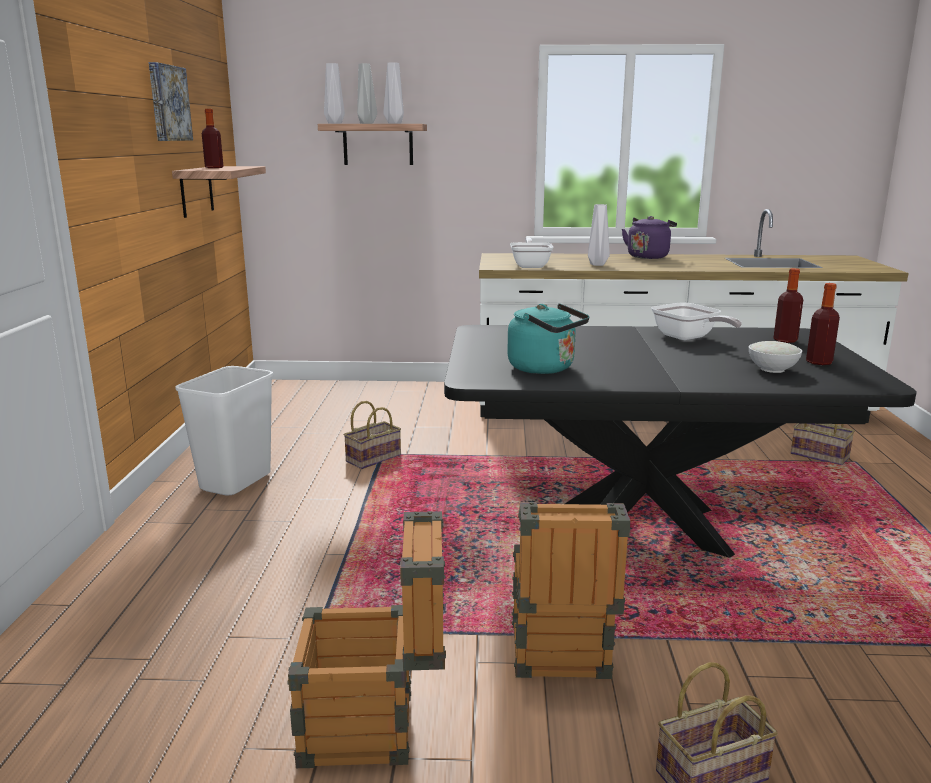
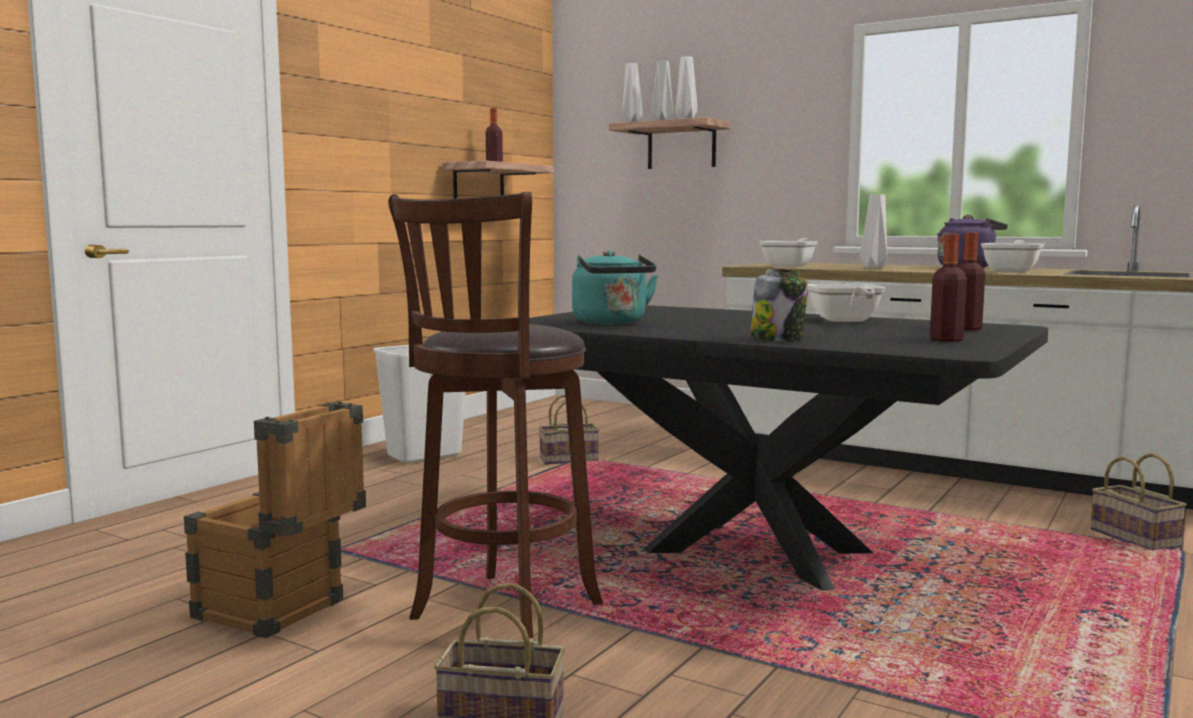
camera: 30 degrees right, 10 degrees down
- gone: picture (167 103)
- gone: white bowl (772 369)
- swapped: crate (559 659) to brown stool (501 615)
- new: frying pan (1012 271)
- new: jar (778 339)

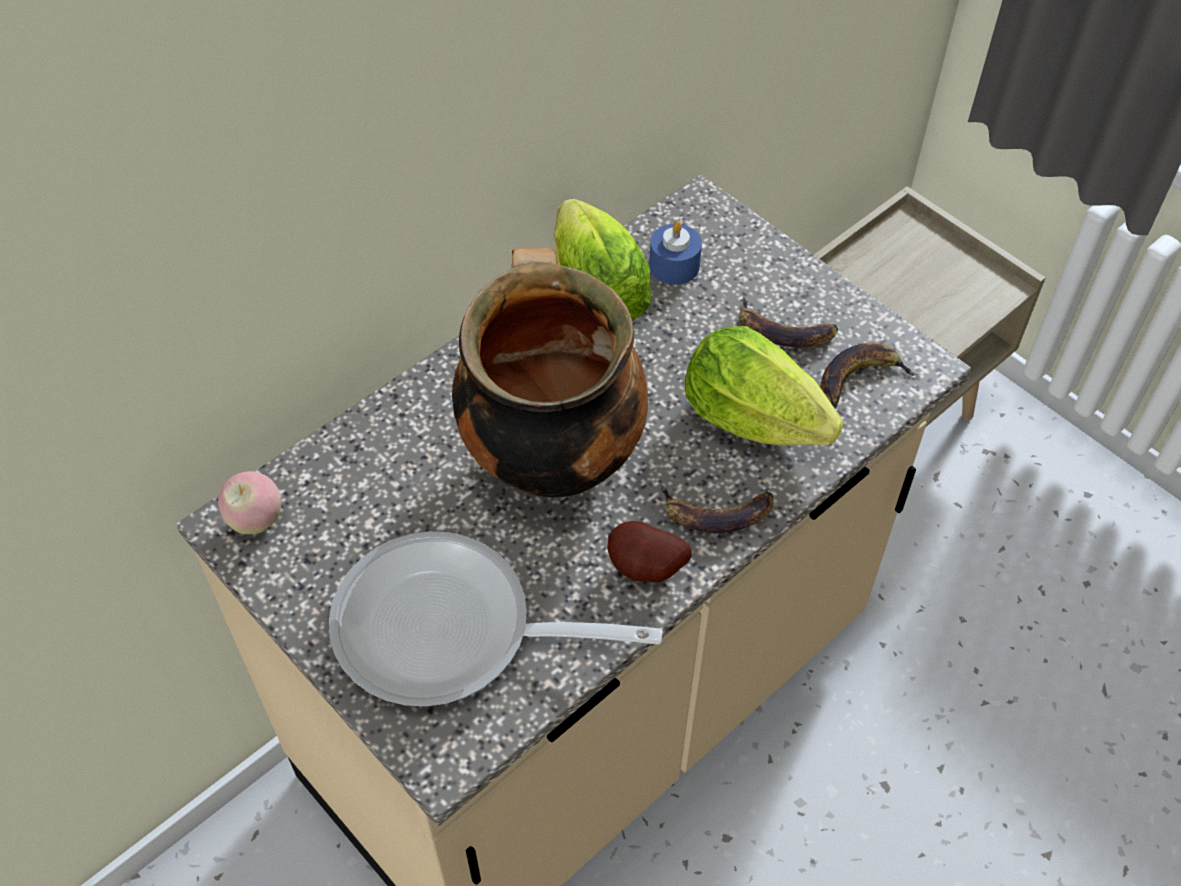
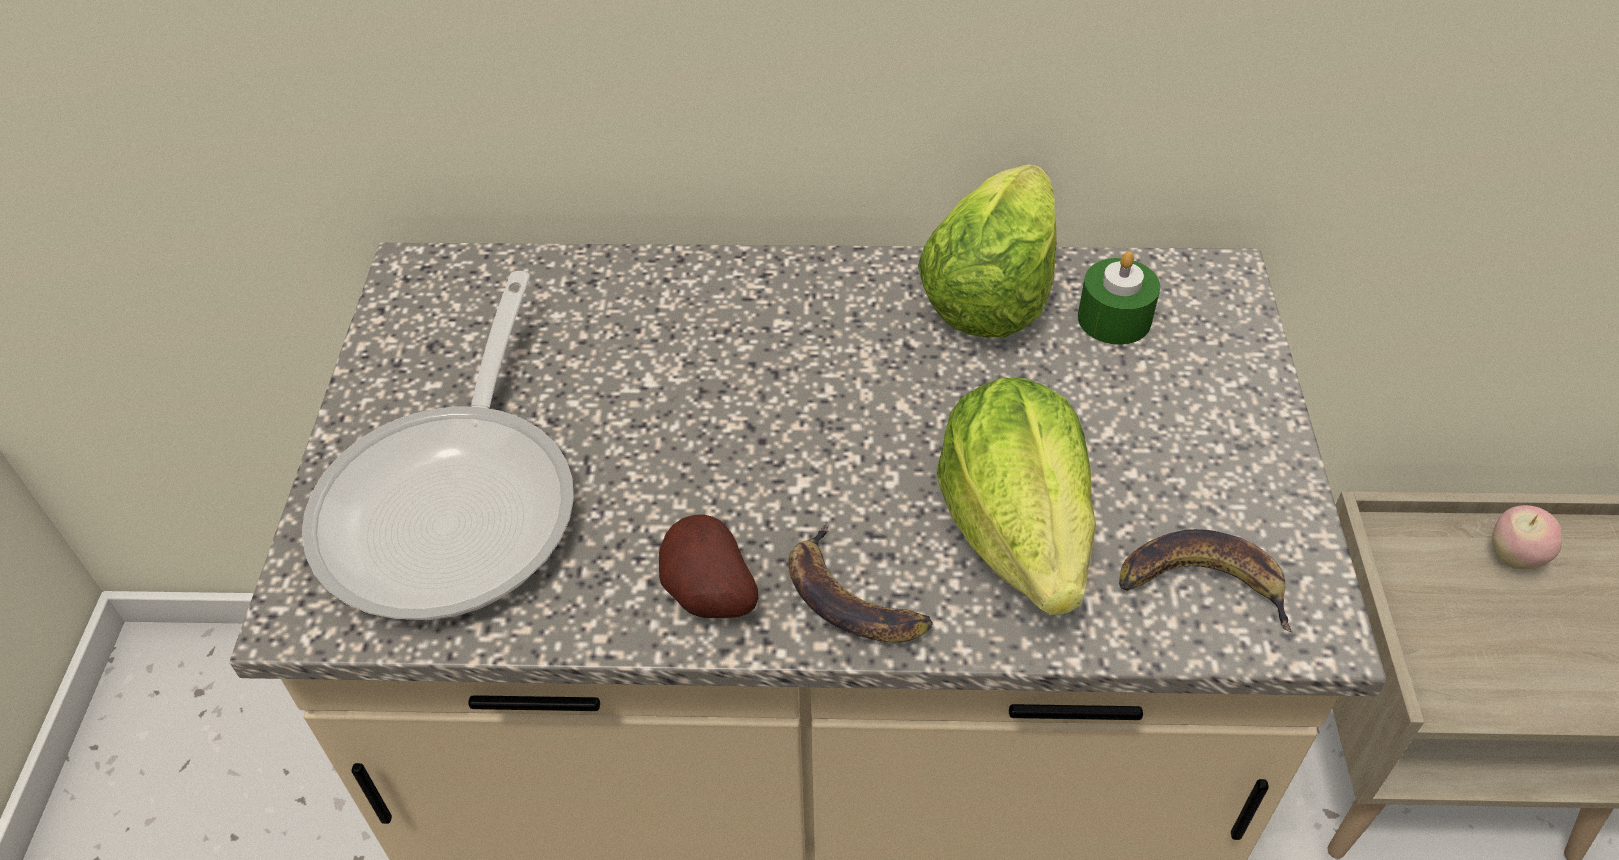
camera: 45 degrees right, 5 degrees down
- repainted: blue candle (674 265) to green candle (1114 318)
- gone: cooking pot (550 455)
- gone: banana (784 331)
- shifted: apple (256 520) to (1513 557)
- rotated: frying pan (451 632) = (458 503) 135 degrees counterclockwise

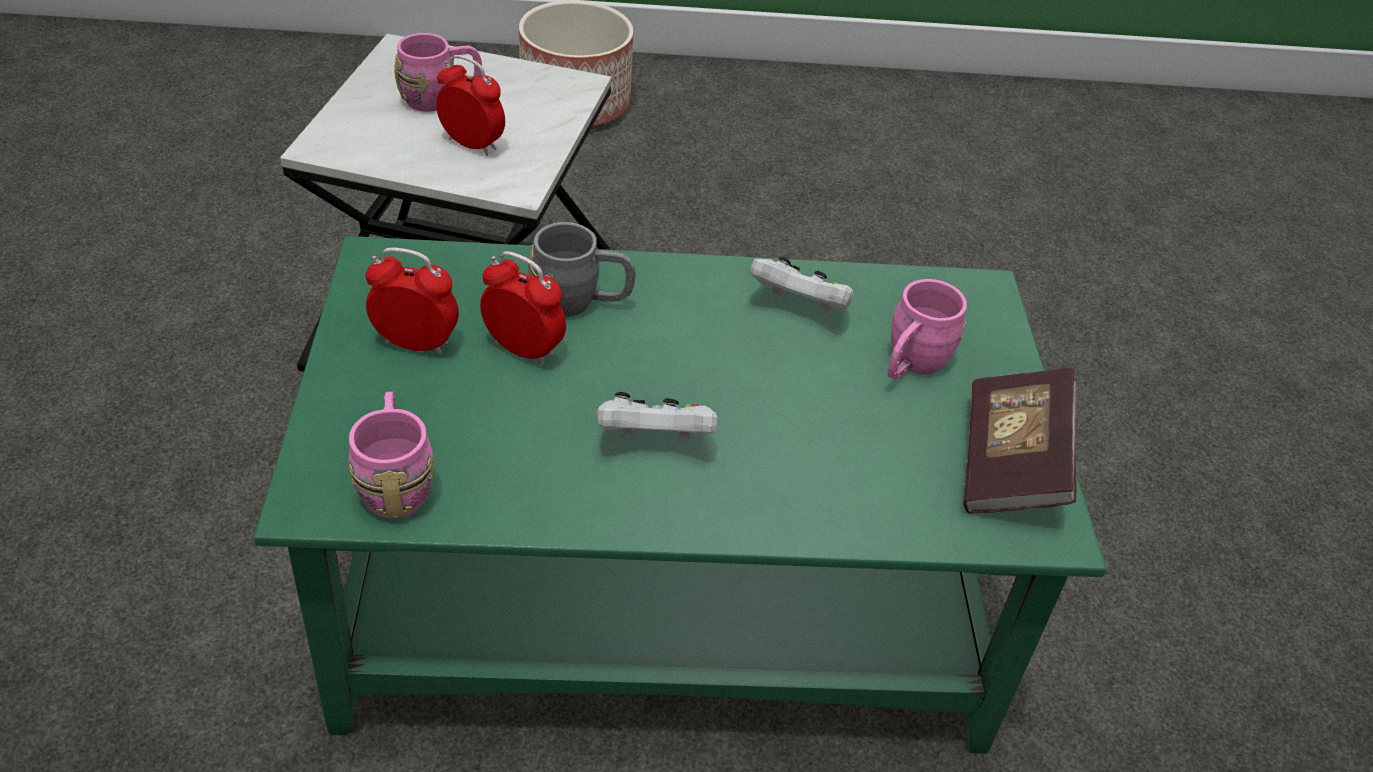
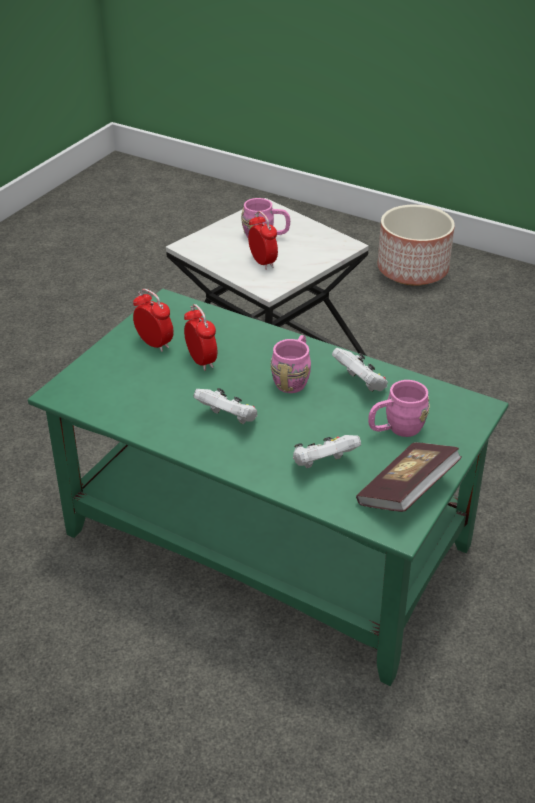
camera: 35 degrees right, 5 degrees down
- gone: grey mug (580 302)
- shifted: pink mug (395 481) to (293 378)
- new: white game controller (323 464)

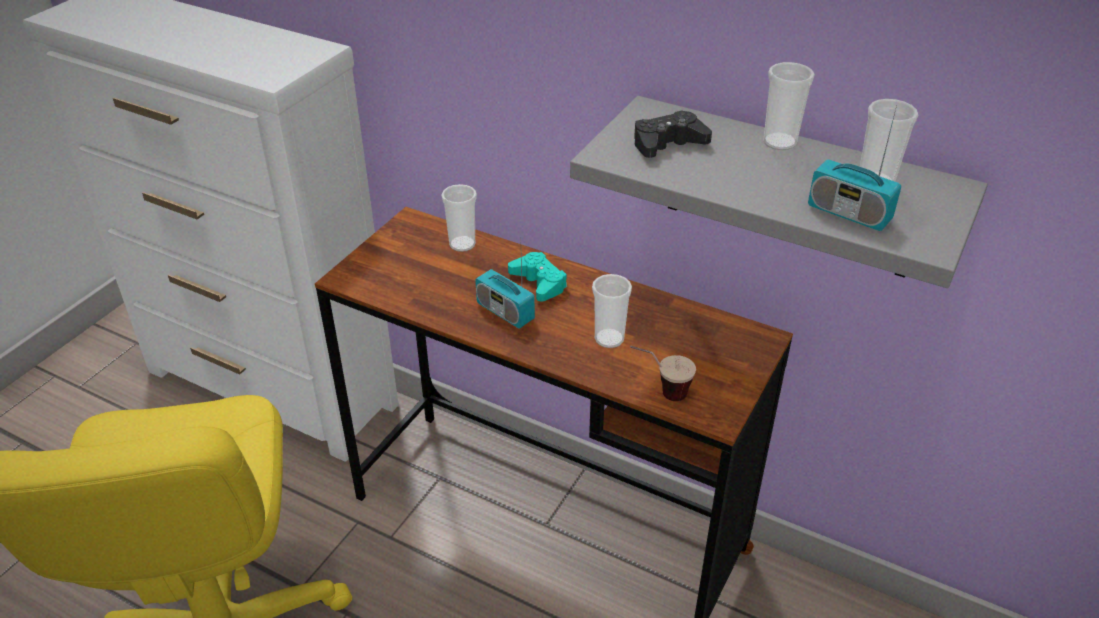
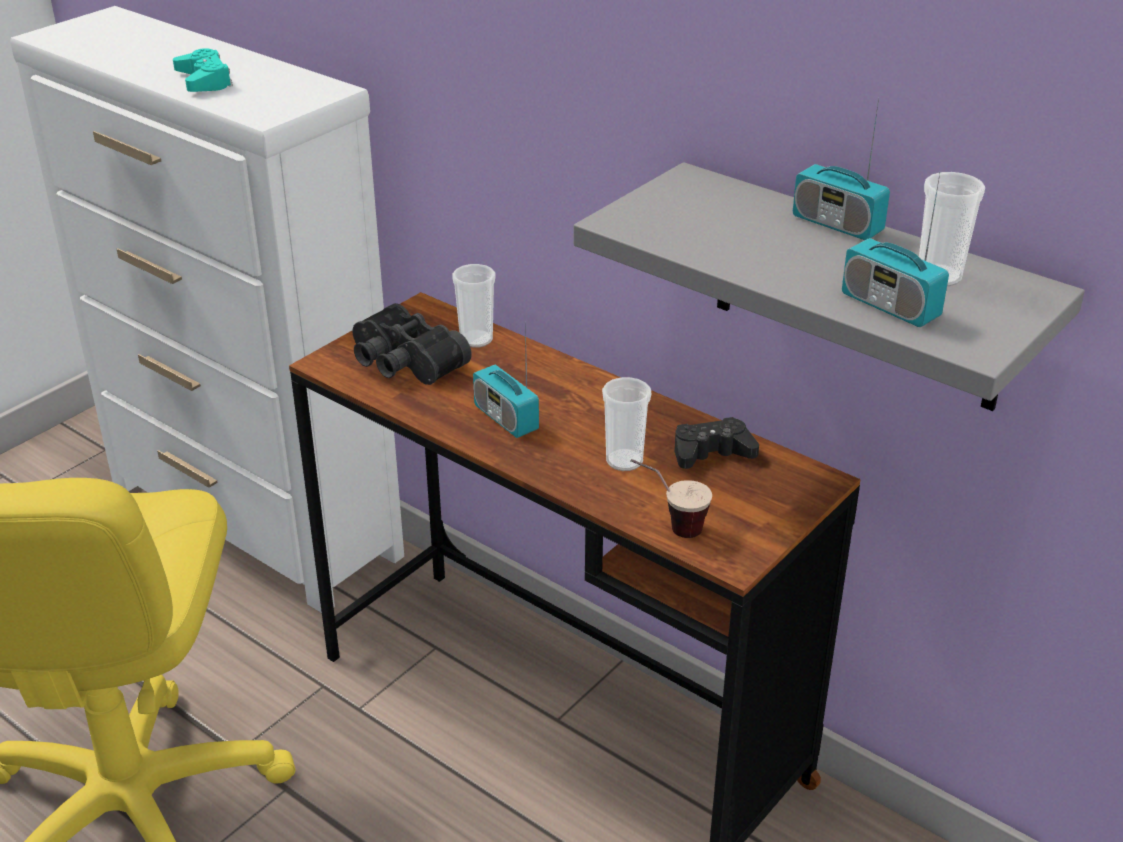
camera: 10 degrees right, 5 degrees down
- swapped: cup (779 142) to radio (837 224)
- shifted: black game controller (668 143) to (711 452)
- shifted: turquoise game controller (539 282) to (204 81)
- new: black binoculars (403 363)

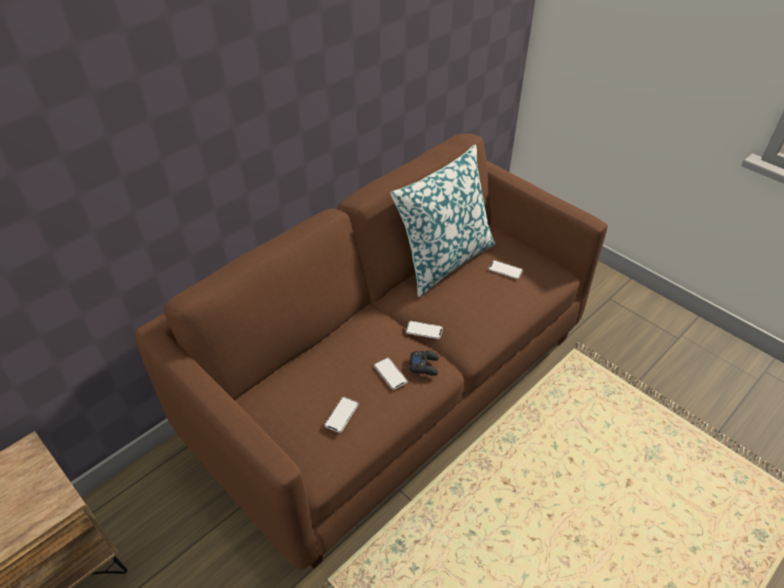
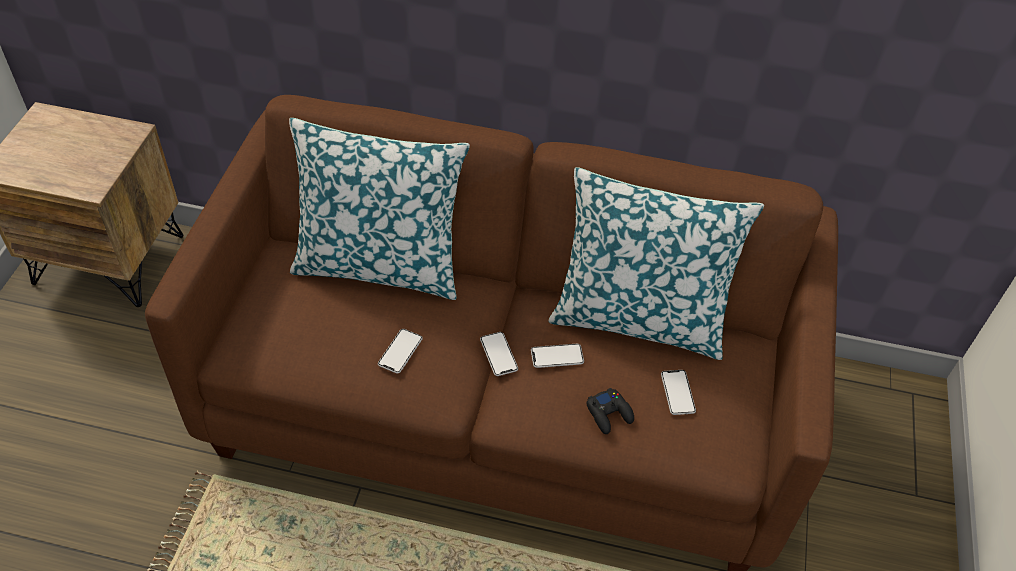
camera: 55 degrees right, 5 degrees up
- shifted: black game controller (424 365) to (609 414)
- shifted: phone (341 415) to (557 356)
- new: pillow (380 265)

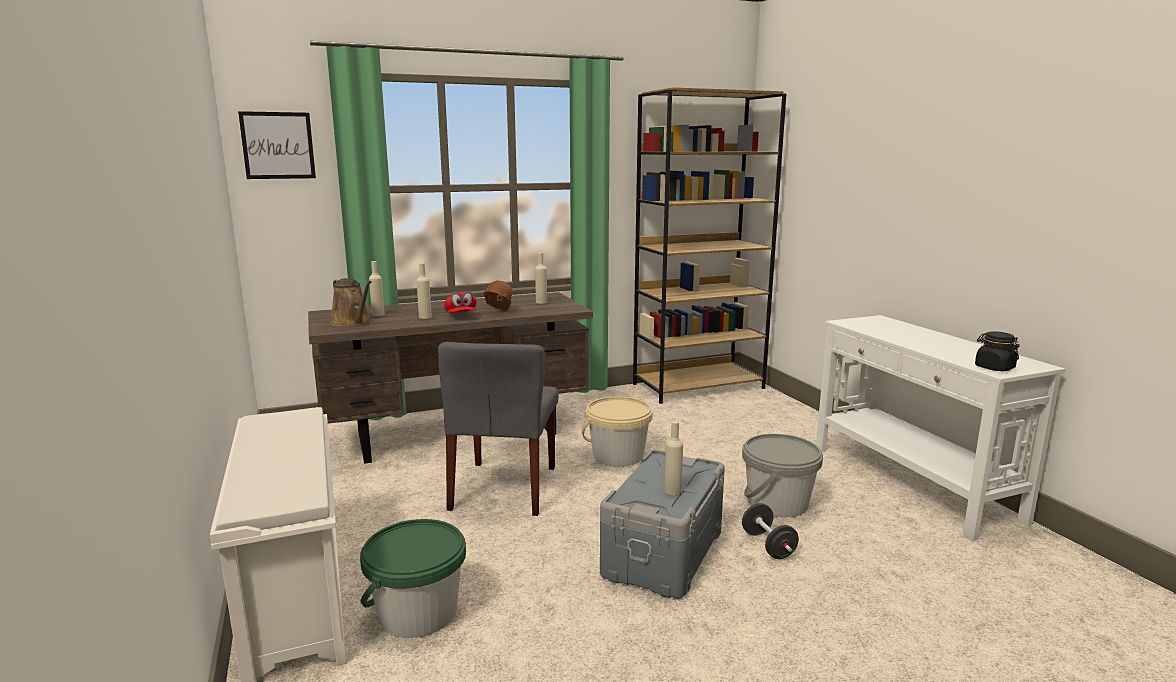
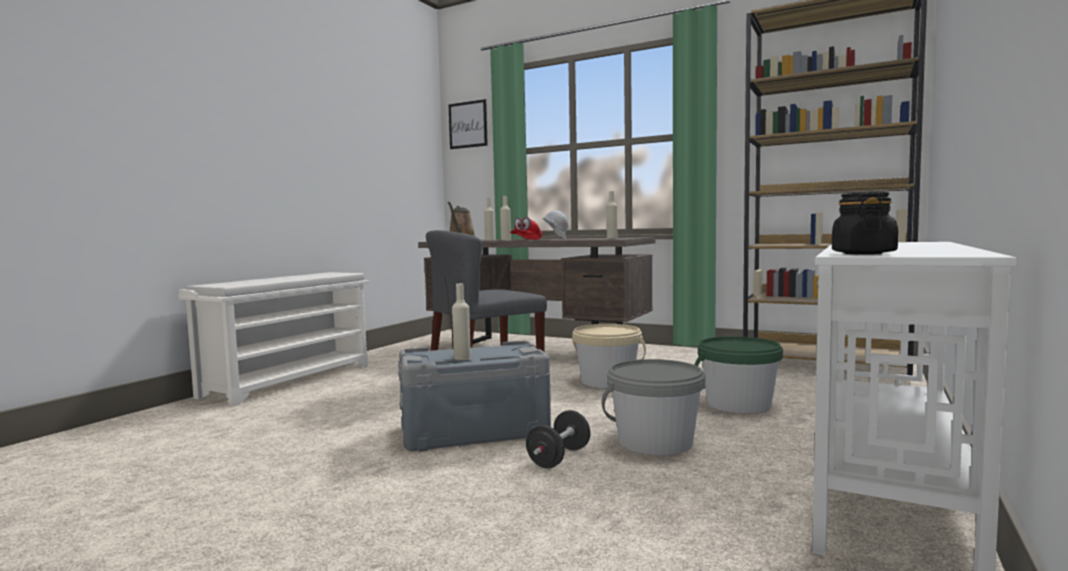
camera: 50 degrees right, 10 degrees down
- repainted: brown hard hat (497 313) to white hard hat (555 239)
- shifted: green bucket (418 613) to (738 404)

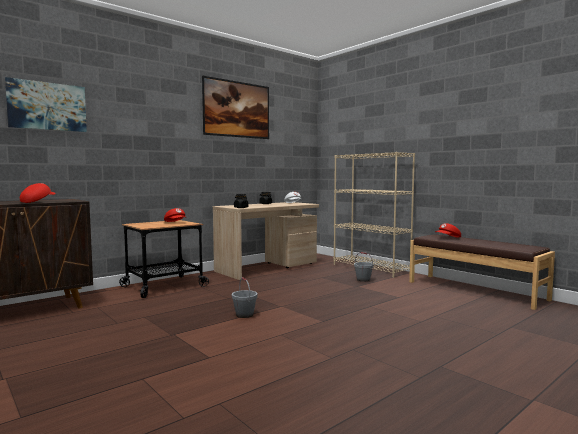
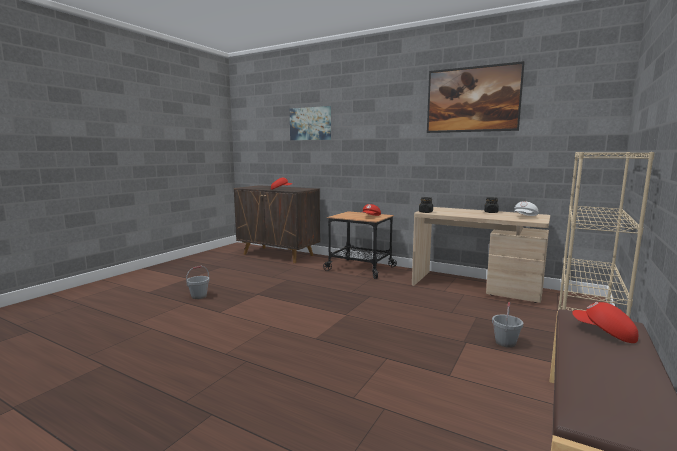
camera: 70 degrees right, 5 degrees up
- shifted: grey bucket (244 315) to (199 296)

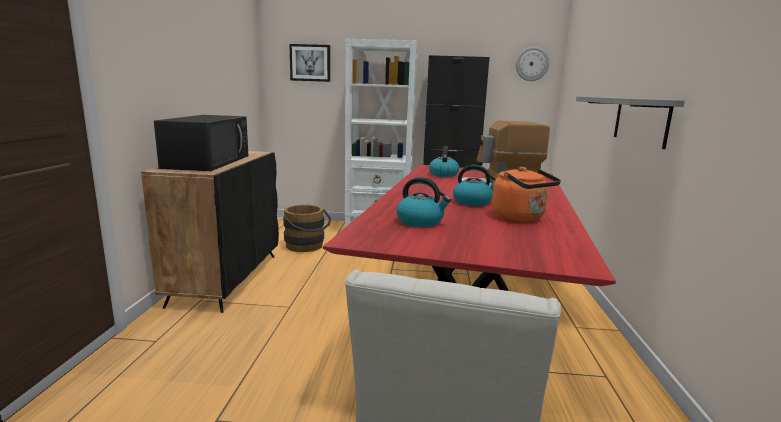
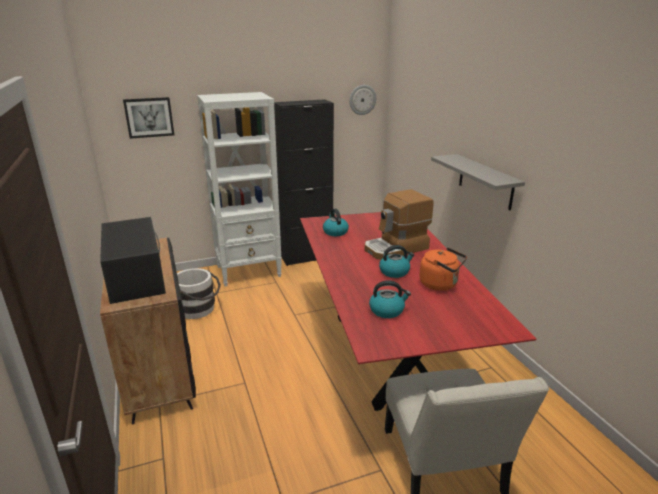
camera: 25 degrees left, 10 degrees up
- repainted: brown bucket (306 246) to white bucket (199 310)

